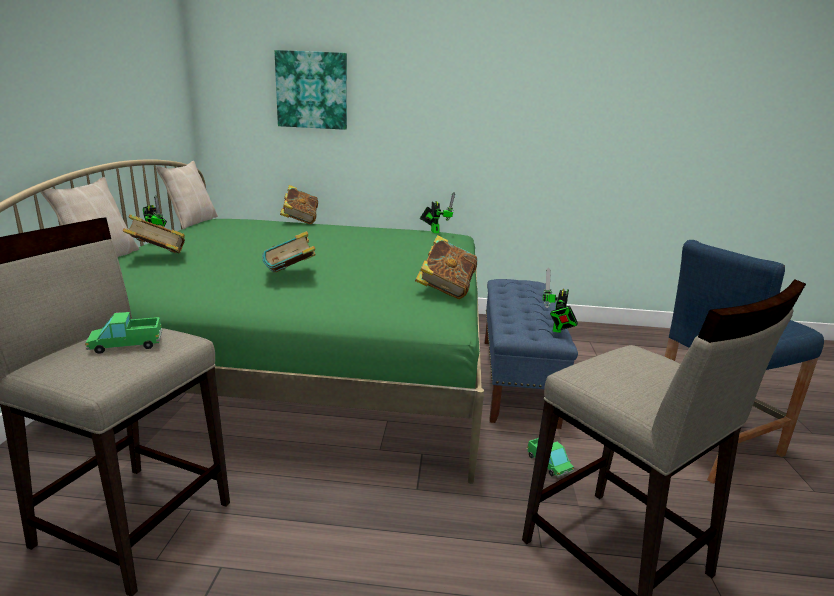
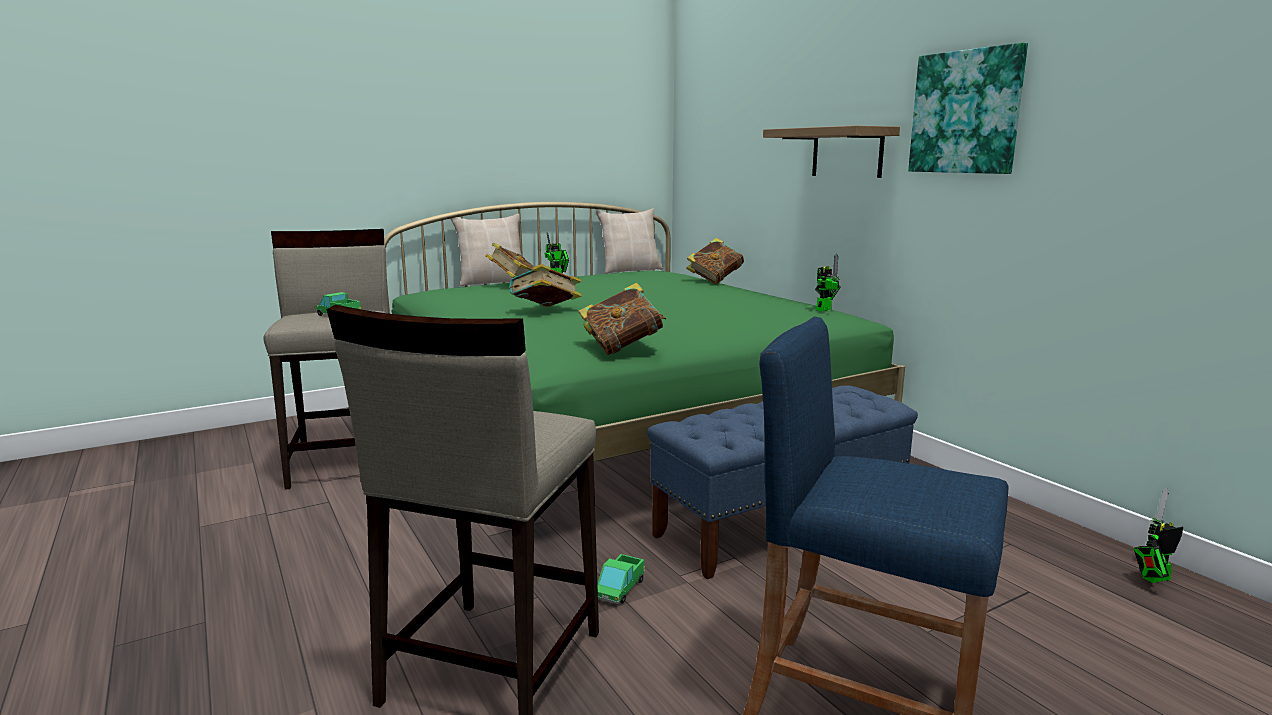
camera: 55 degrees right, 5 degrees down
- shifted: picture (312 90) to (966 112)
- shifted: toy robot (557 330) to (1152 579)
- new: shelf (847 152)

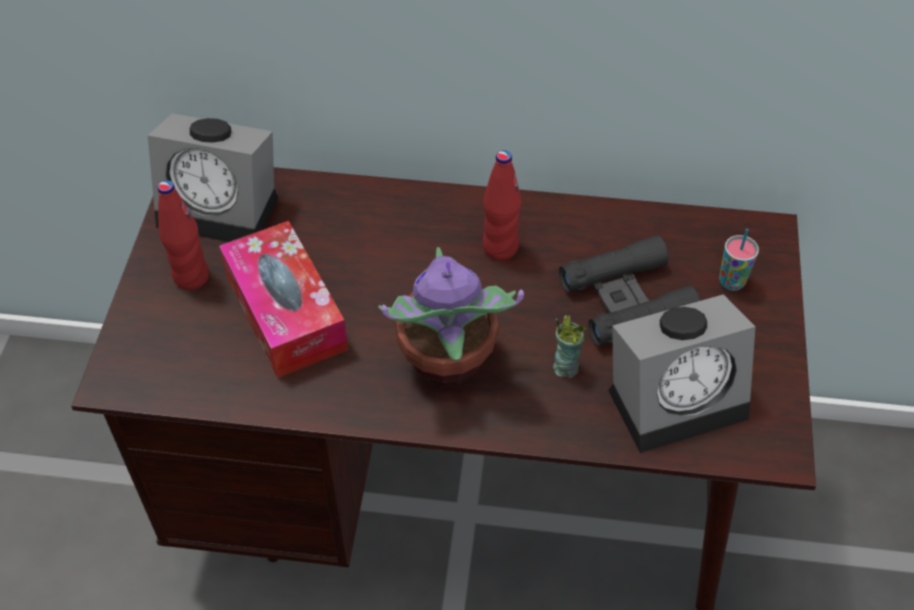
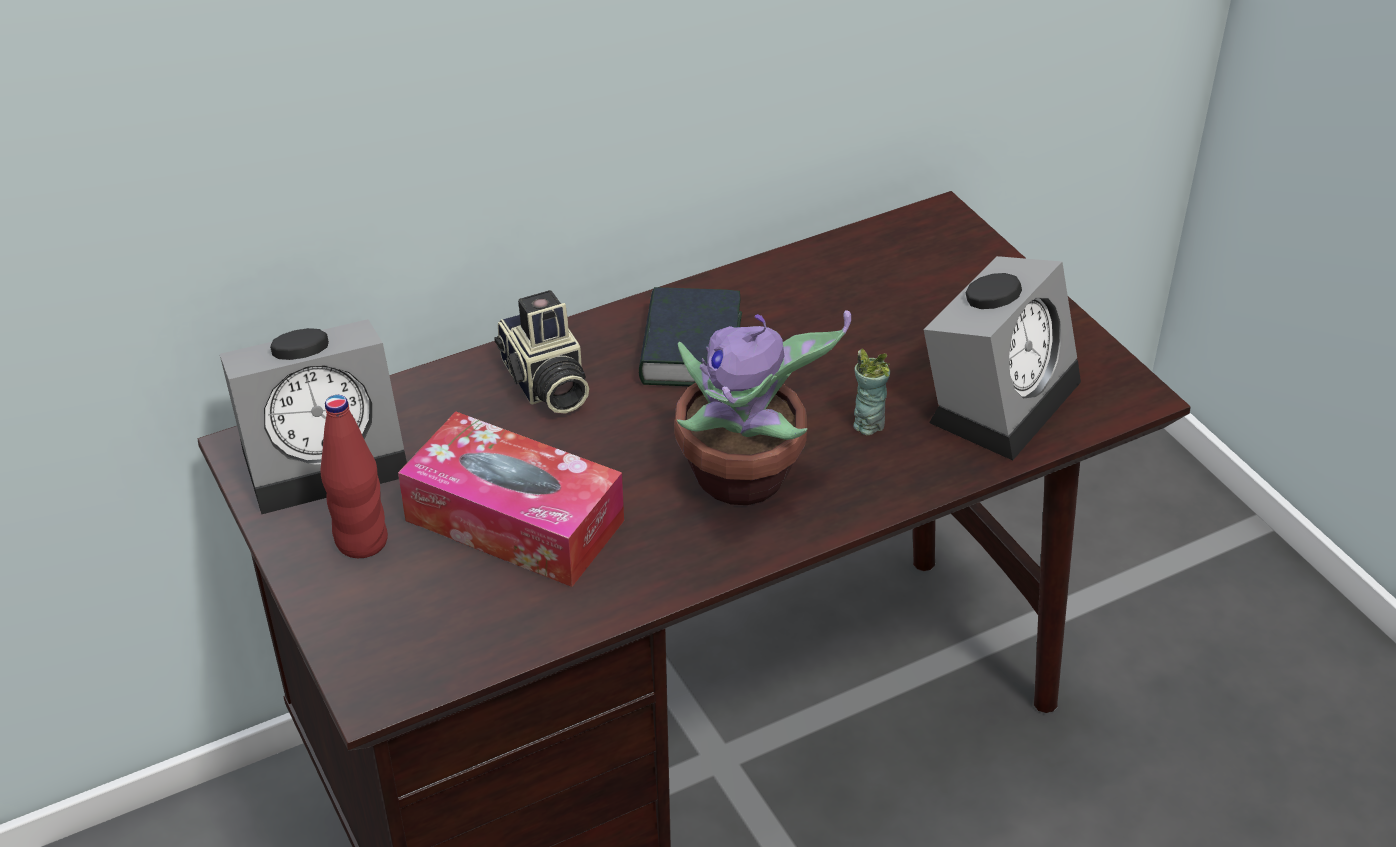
camera: 35 degrees left, 10 degrees down
- swapped: red bottle (500 247) to book (690 349)
- gone: cup (731 282)
- gone: black binoculars (626 300)
- new: photo camera (545 384)

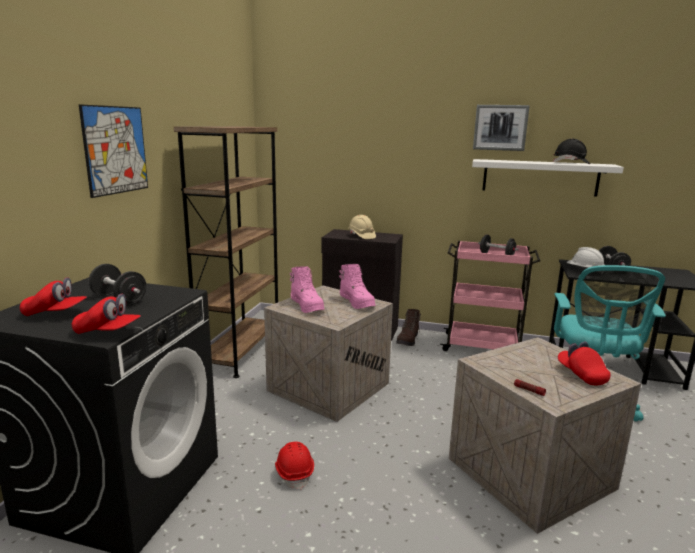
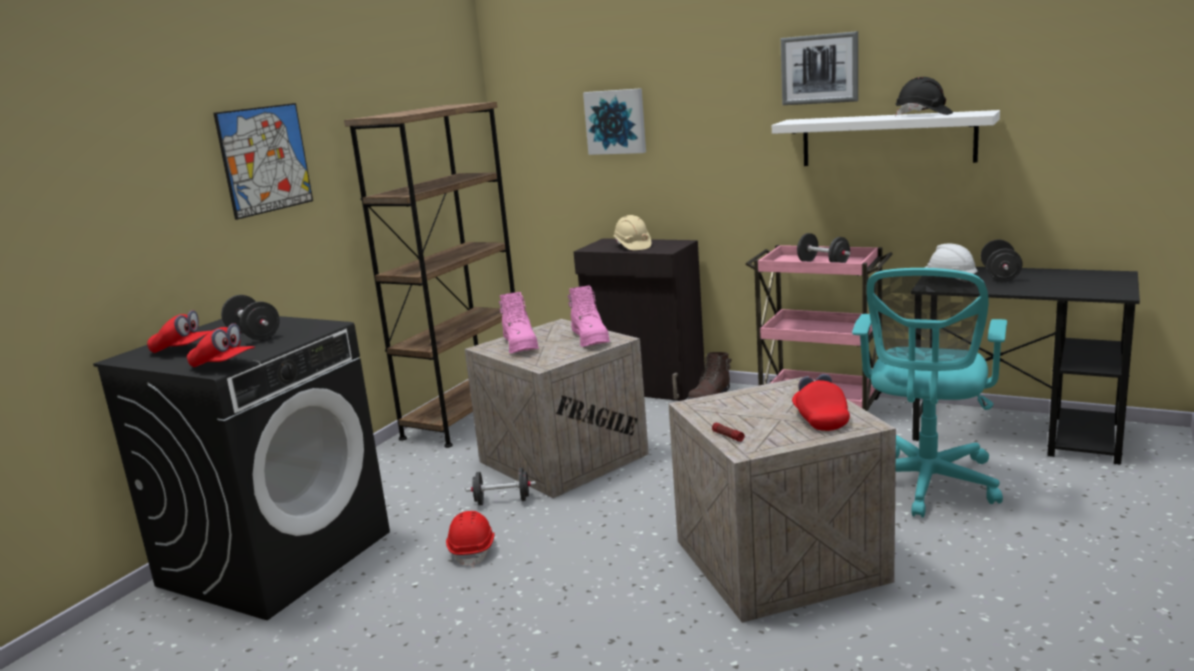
camera: 15 degrees right, 0 degrees up
- new: picture (616 121)
- new: black dumbbell (502 501)

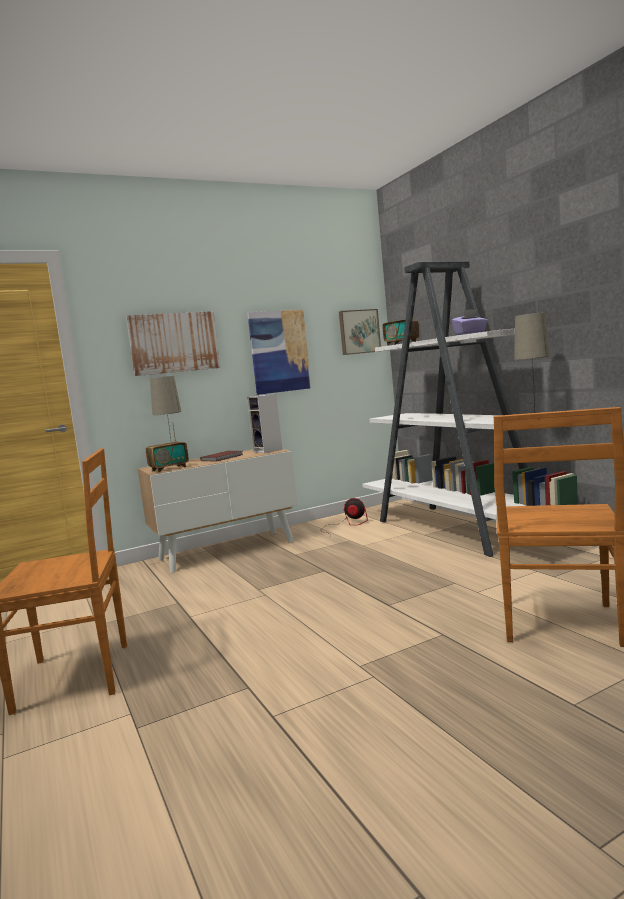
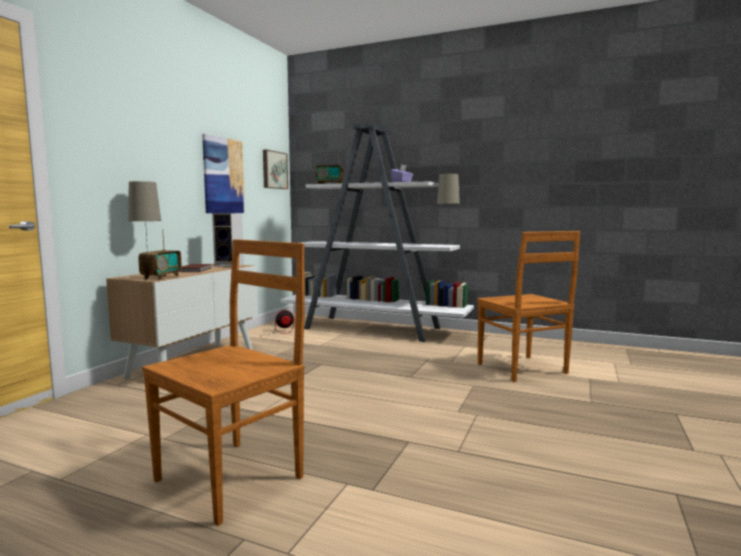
camera: 40 degrees left, 0 degrees up
- gone: picture (174 343)

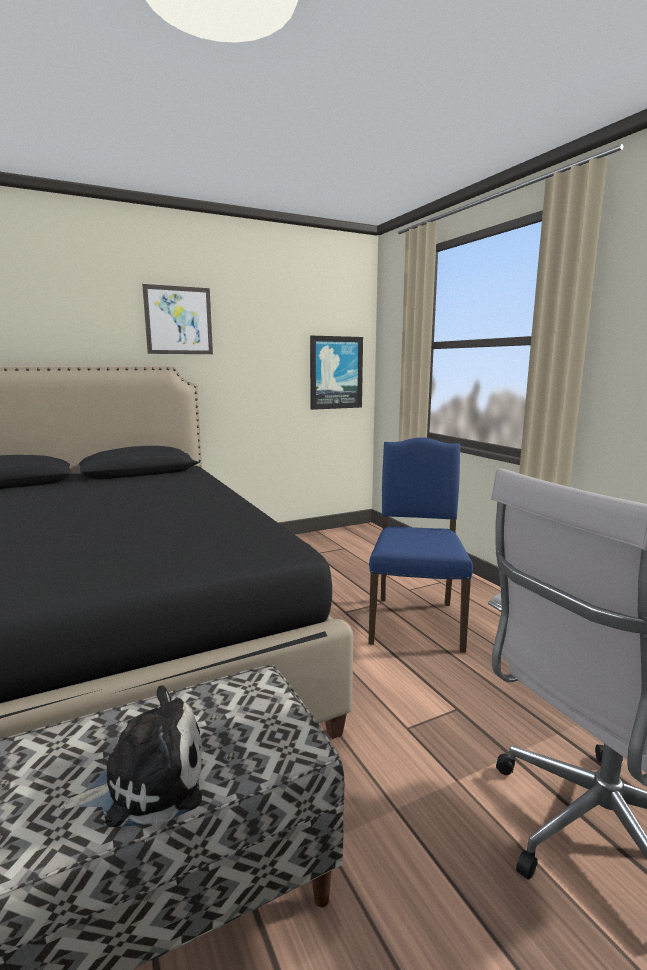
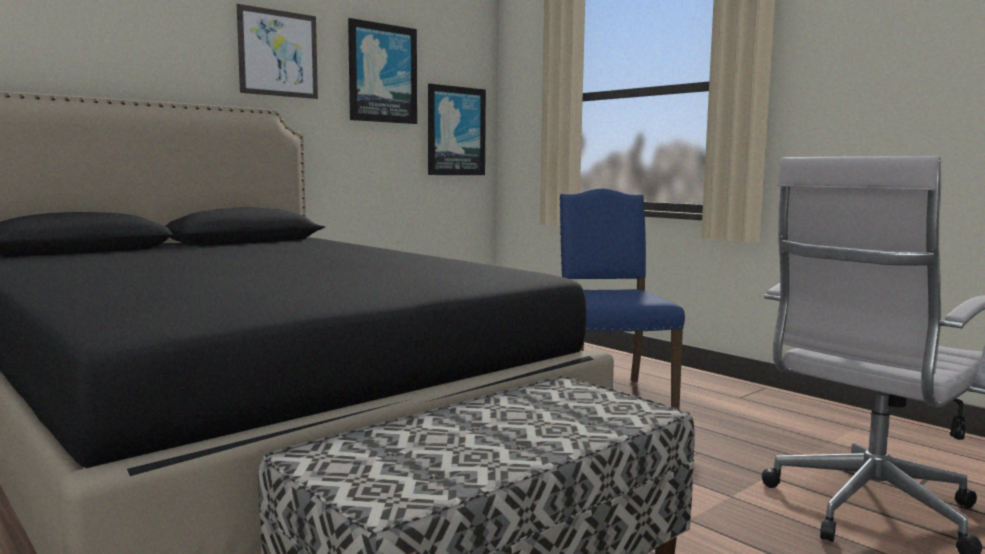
camera: 15 degrees left, 5 degrees down
- gone: plush toy (148 782)
- new: picture (382 73)

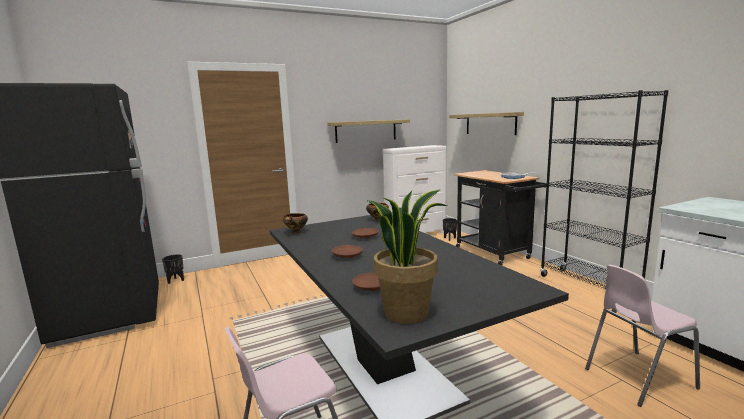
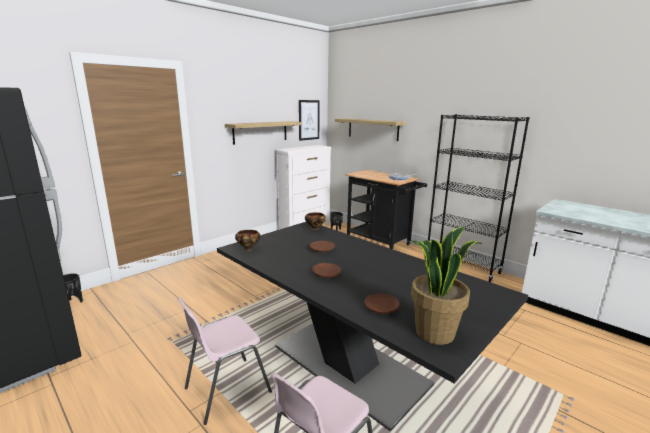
camera: 20 degrees left, 5 degrees up
- shifted: pink chair (637 378) to (226 390)
- new: picture (309 120)

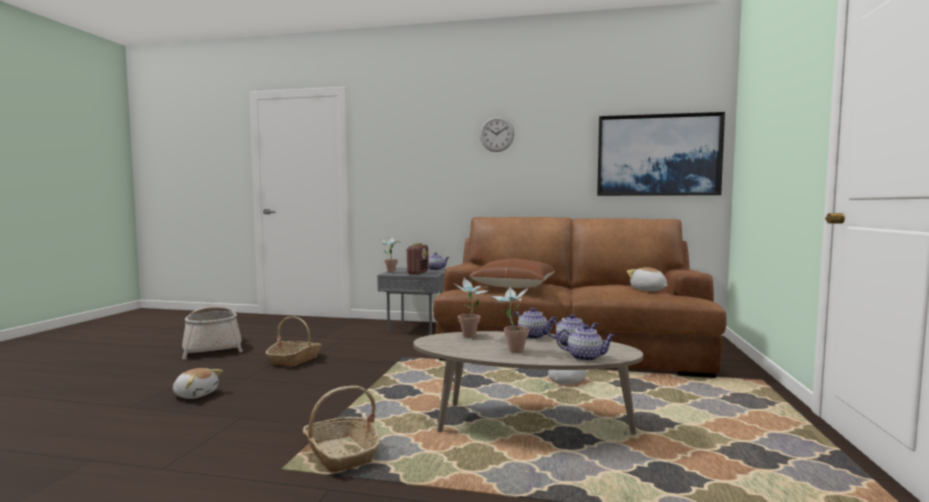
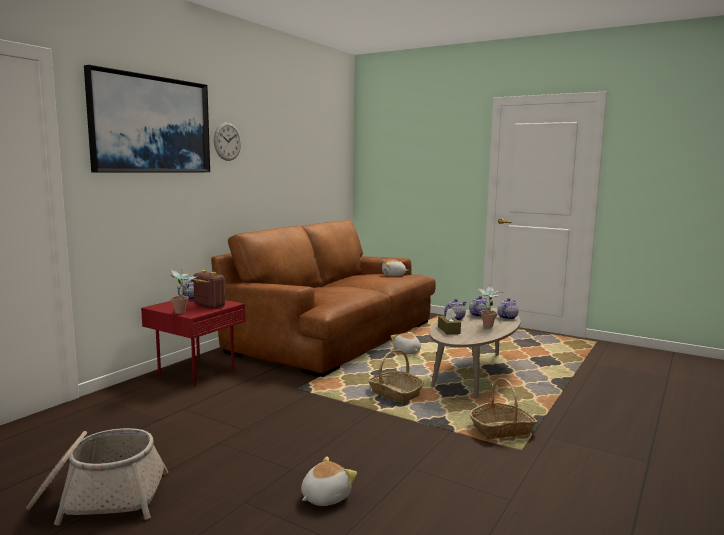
camera: 70 degrees left, 5 degrees up
- shifted: picture (658 155) to (151 125)
- gone: brown pillow (514 286)
- repainted: grey side table (417 328) to red side table (196 371)
- swapped: potted plant (471 337) to brown tissue box (449 330)
- shifted: basket (294 360) to (395 393)

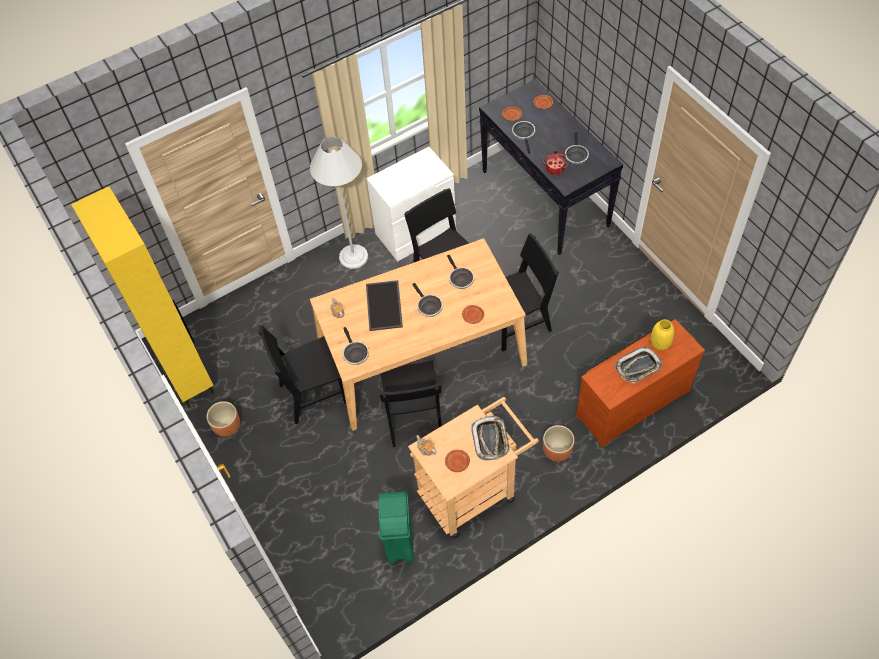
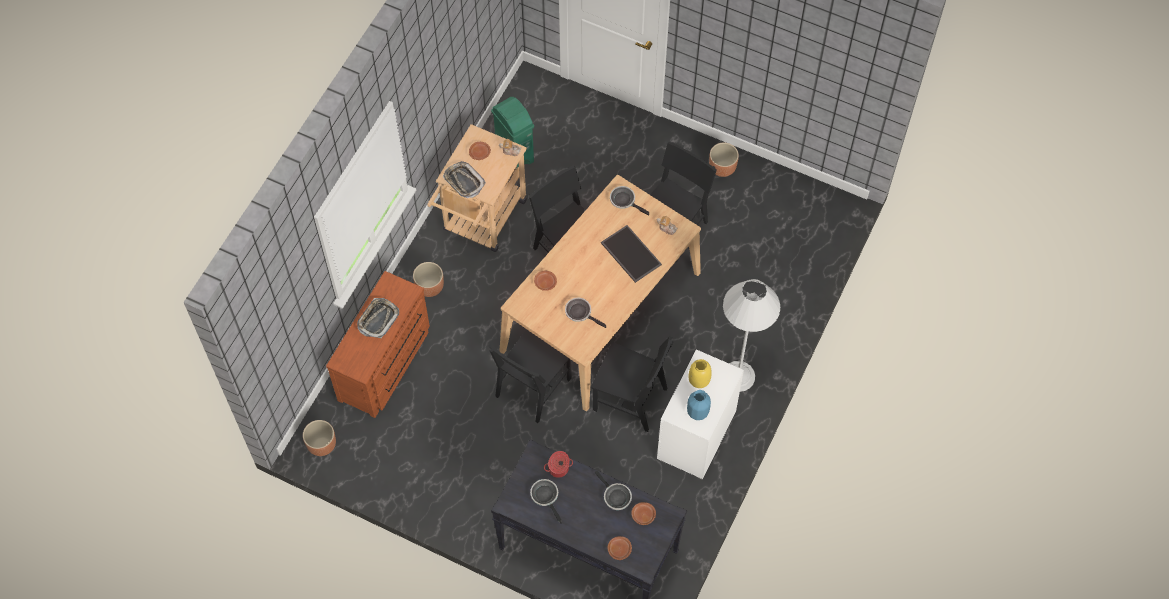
camera: 145 degrees right, 5 degrees up
- gone: yellow cabinet (186 375)
- gone: frying pan (428 306)
- shifted: yellow vase (660 342) to (699 380)
- new: blue vase (698 411)
- new: brown planter (321 445)

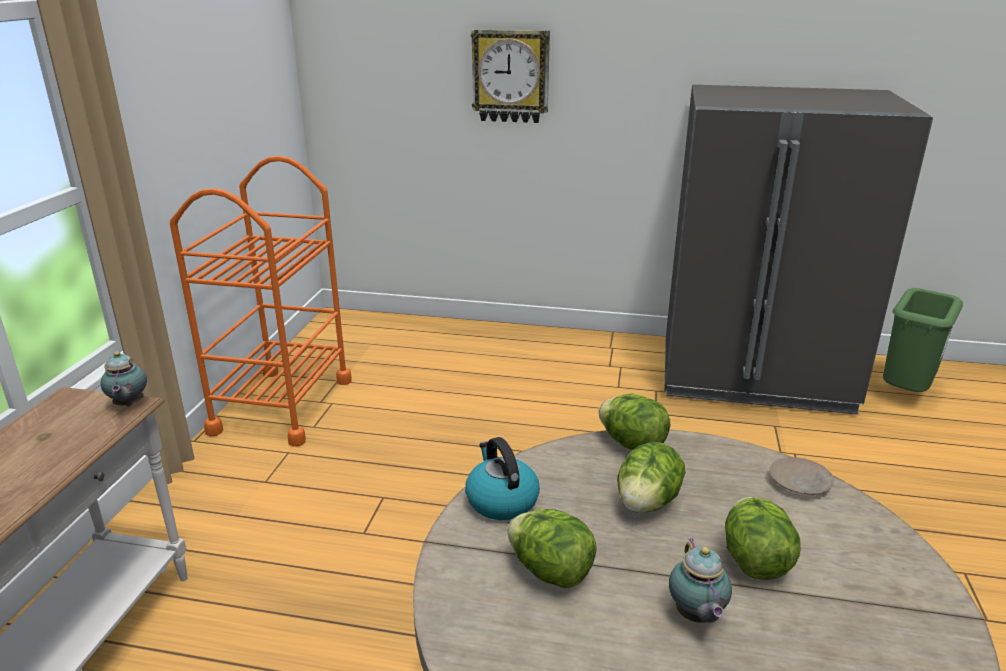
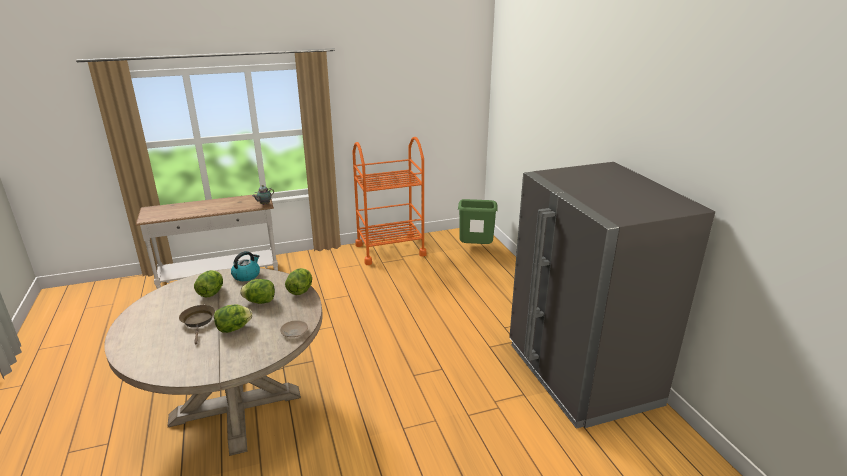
camera: 60 degrees right, 0 degrees up
- gone: wall clock (511 76)
- shifted: green trash can (904 393) to (476 248)
- swapped: teapot (696 616) to brown frying pan (198 322)

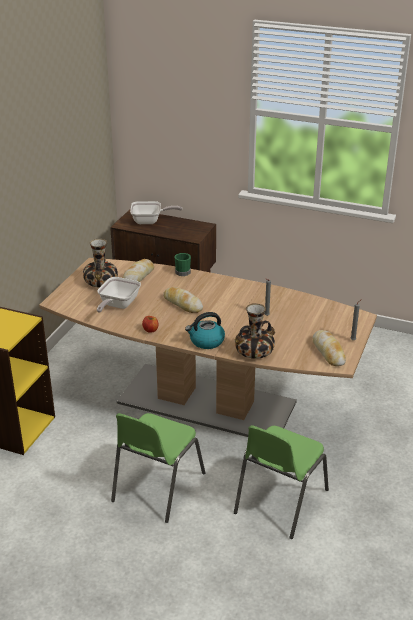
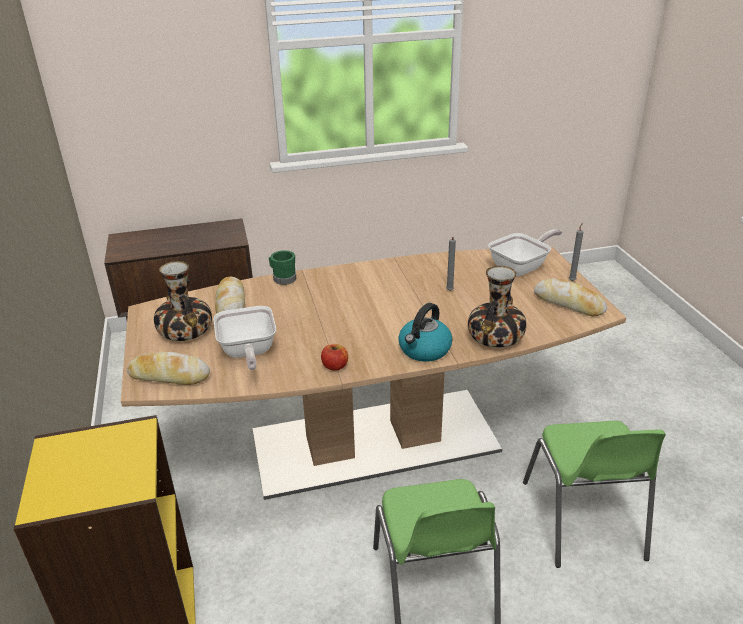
camera: 35 degrees left, 0 degrees up
- shifted: frying pan (150 221) to (522 267)
- shifted: bread (182 304) to (169 376)

